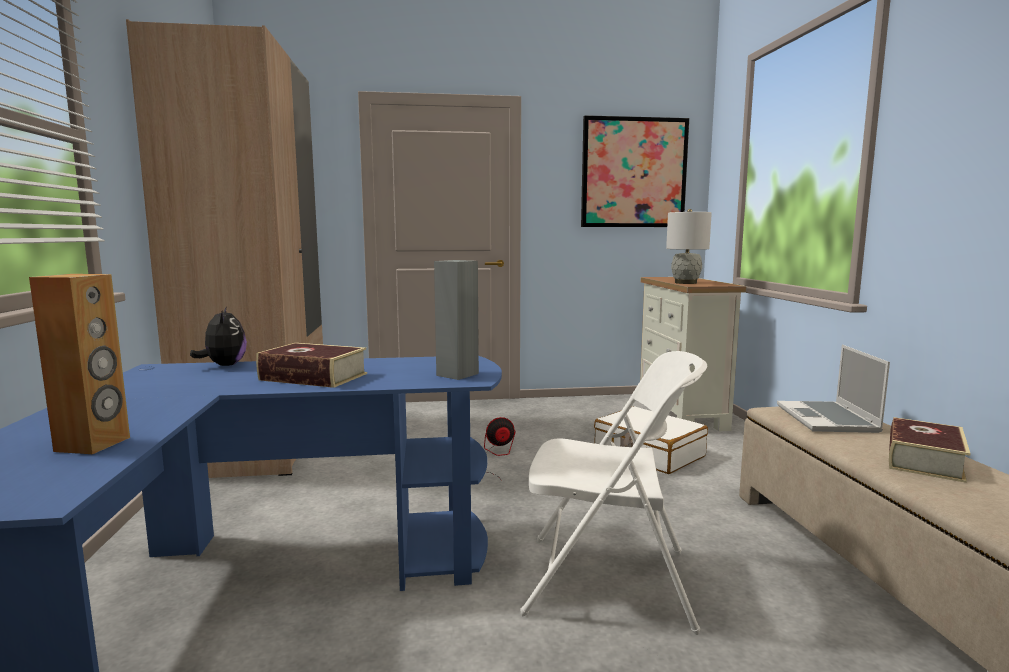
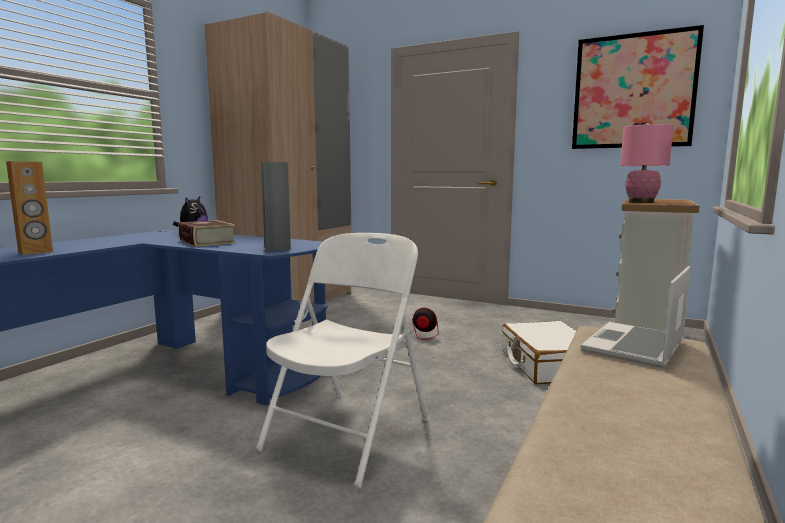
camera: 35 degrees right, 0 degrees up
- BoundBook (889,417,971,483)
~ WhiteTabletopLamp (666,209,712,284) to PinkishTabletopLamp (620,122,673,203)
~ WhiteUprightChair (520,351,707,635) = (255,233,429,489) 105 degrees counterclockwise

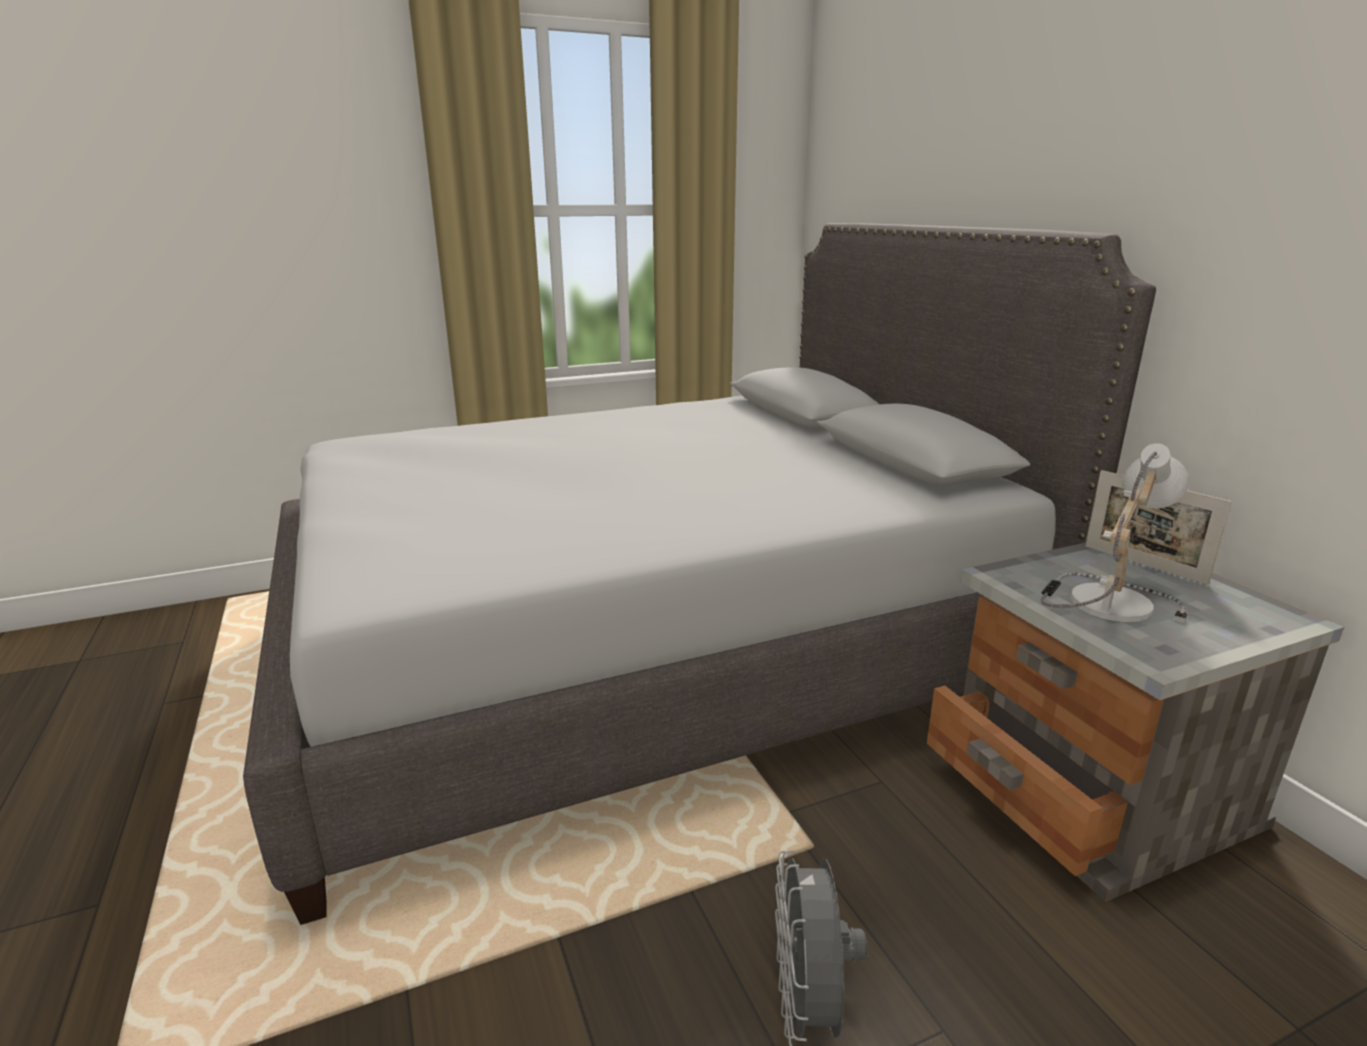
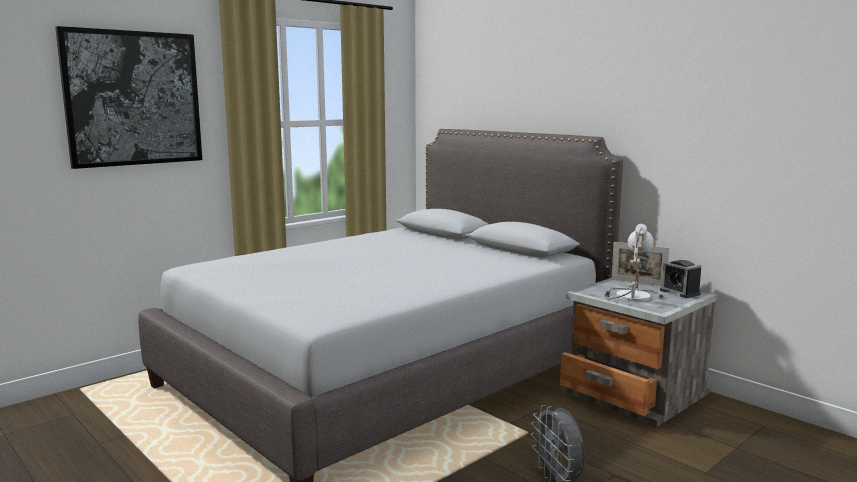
camera: 20 degrees left, 10 degrees down
+ WallPicture (55,26,202,169)
+ AlarmClock (660,260,701,298)

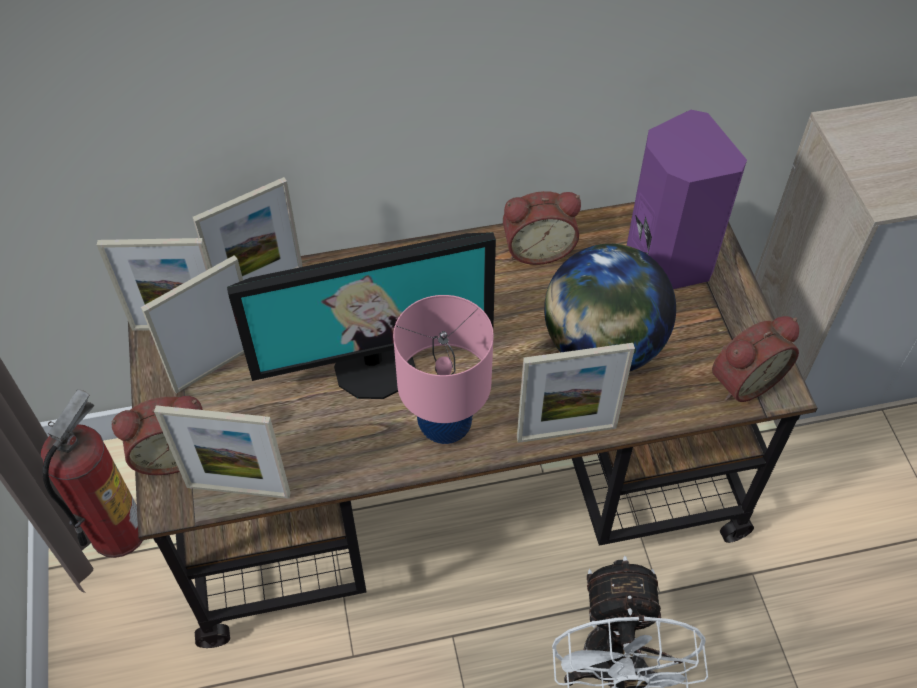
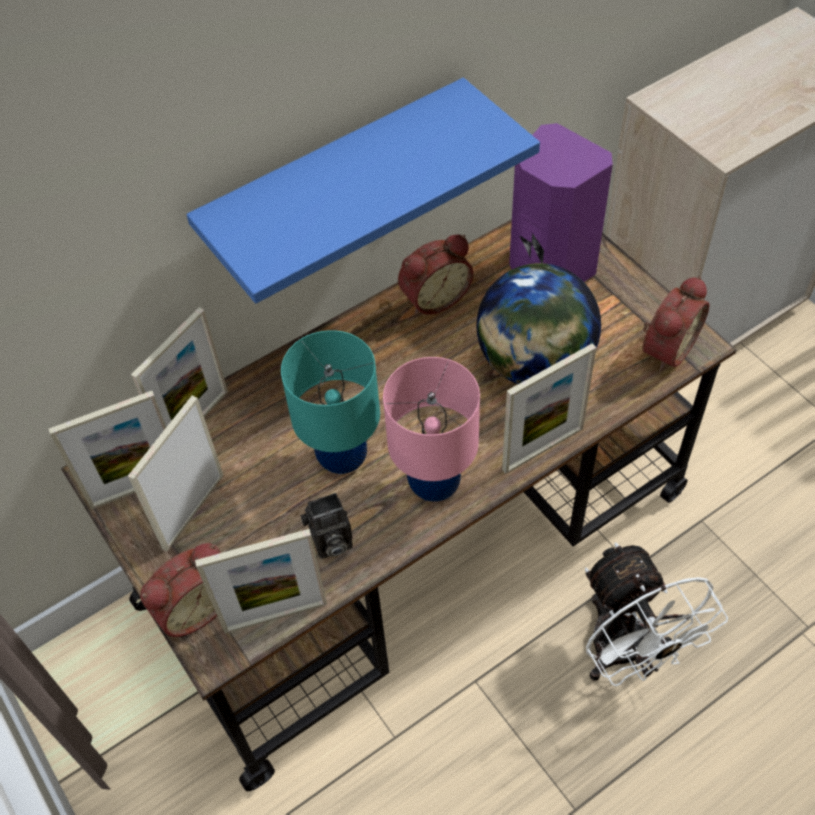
camera: 20 degrees left, 0 degrees up
- Extinguisher (41,390,143,558)
+ BluishWallShelf (186,78,540,304)
+ StillCamera (300,493,353,558)
~ ComputerScreen (227,232,496,399) to TurquoiseTabletopLamp (281,330,380,474)

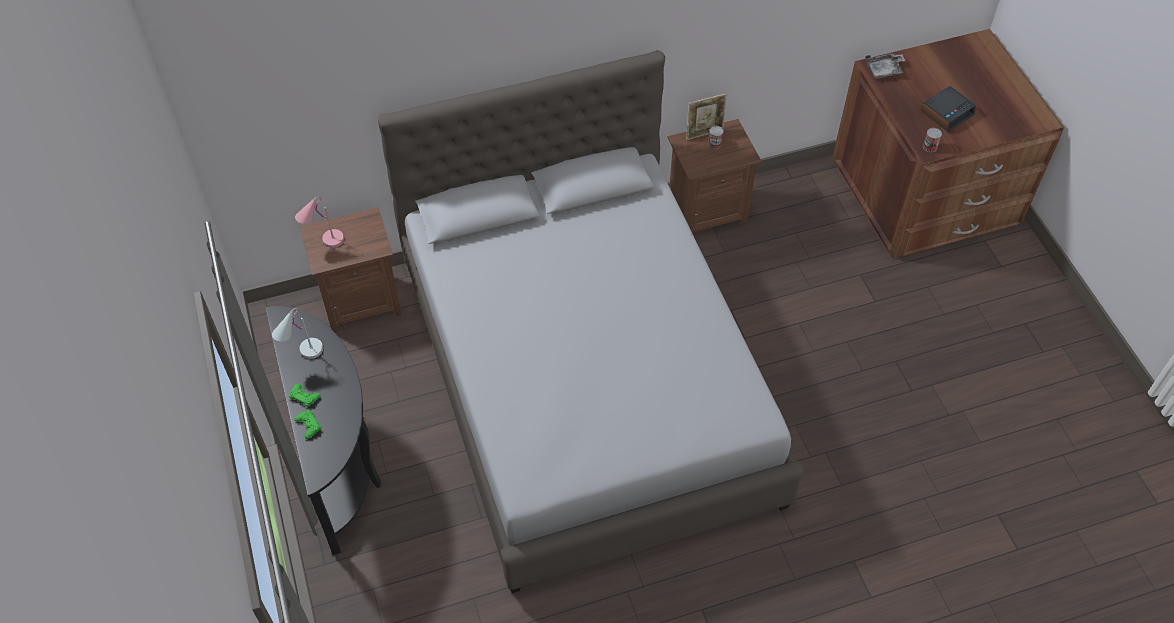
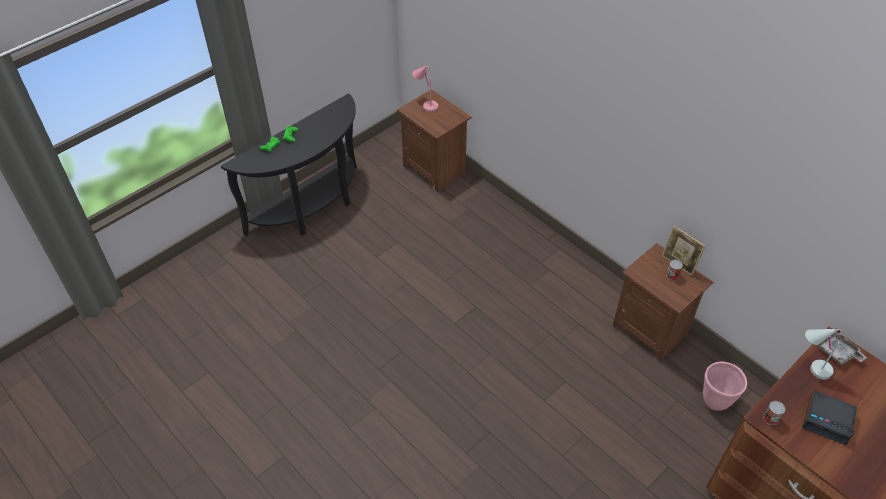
camera: 65 degrees right, 5 degrees down
- GreySleepingBed (378,50,803,593)
+ PinkishFlowerPot (703,362,747,411)
~ WhiteTabletopLamp (272,308,323,359) to (805,329,843,380)

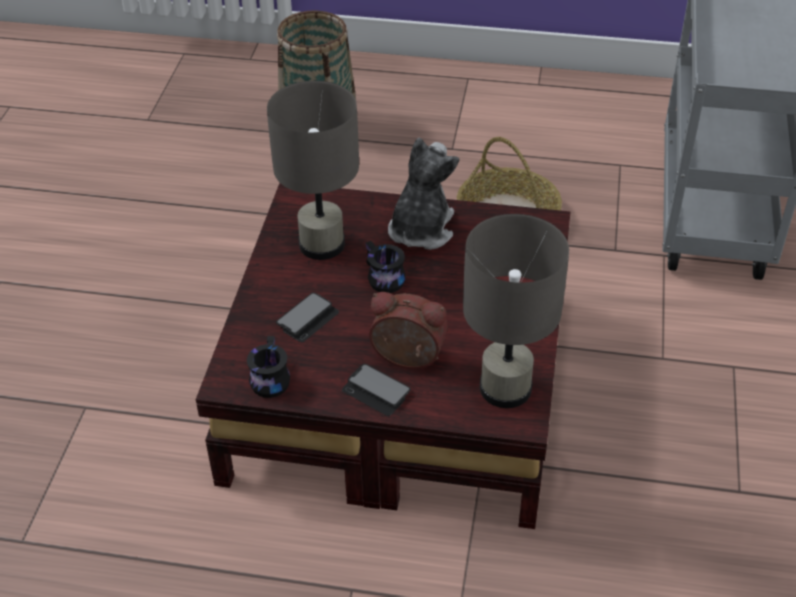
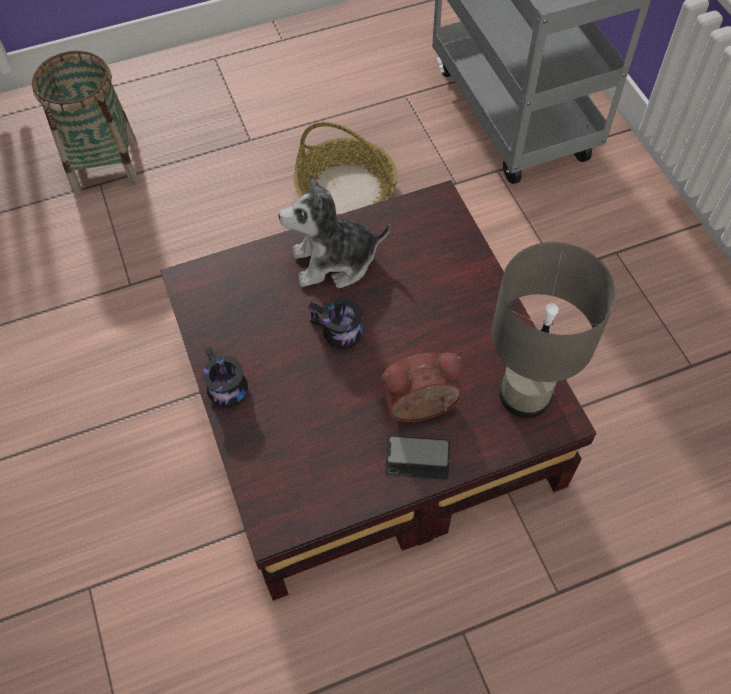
camera: 30 degrees left, 15 degrees up
- GreyTabletopLamp (267,81,359,260)
- Telephone (276,293,339,342)
~ BlackishTeaMug (247,336,290,398) to (202,347,248,408)
~ CuddlyToy (388,138,459,250) = (278,173,390,288) 90 degrees counterclockwise

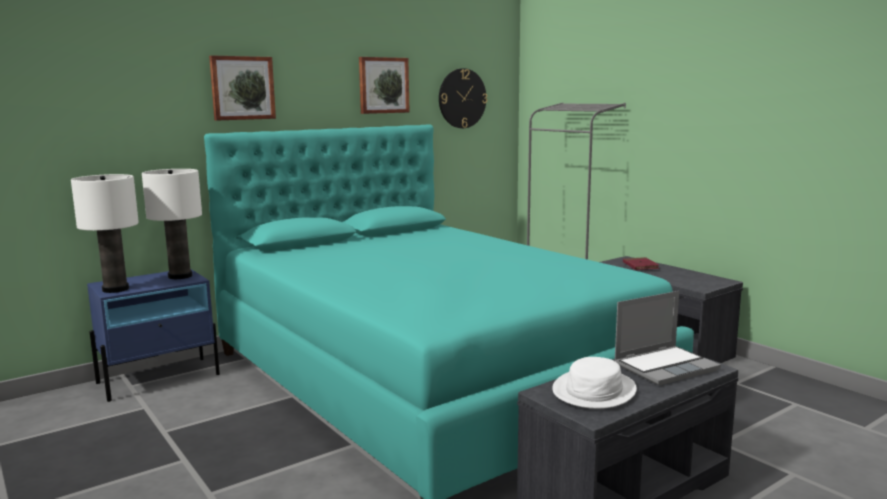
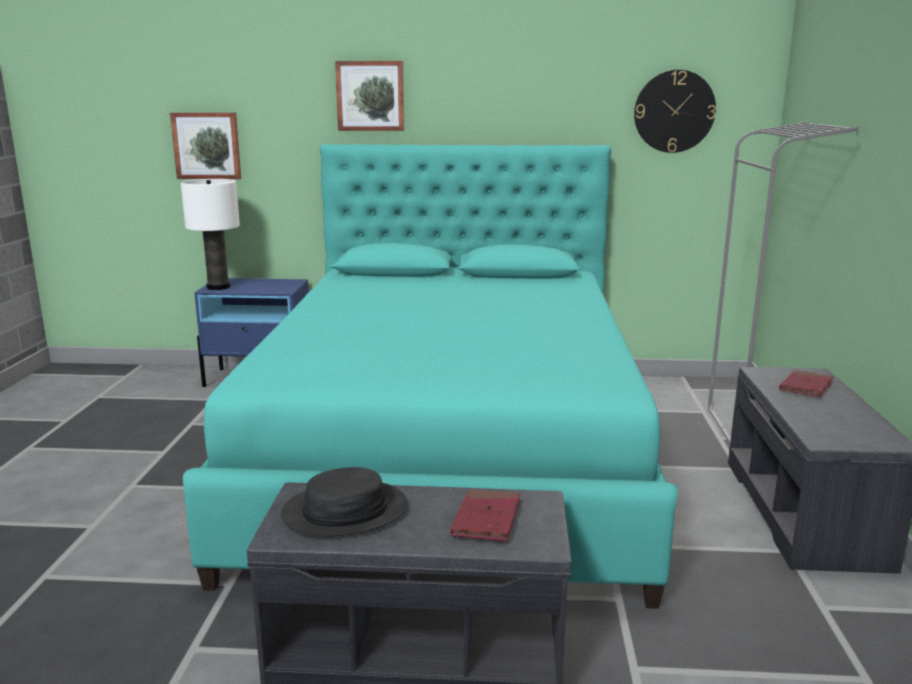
camera: 40 degrees right, 5 degrees up
- WhiteTabletopLamp (142,169,202,279)
~ WallPicture (359,57,410,114) to (170,112,241,179)
~ NotebookComputer (614,291,721,385) to ReddishBoundBook (450,489,521,541)
~ WhiteWearableHat (552,357,637,409) to BlackishWearableHat (281,467,408,536)

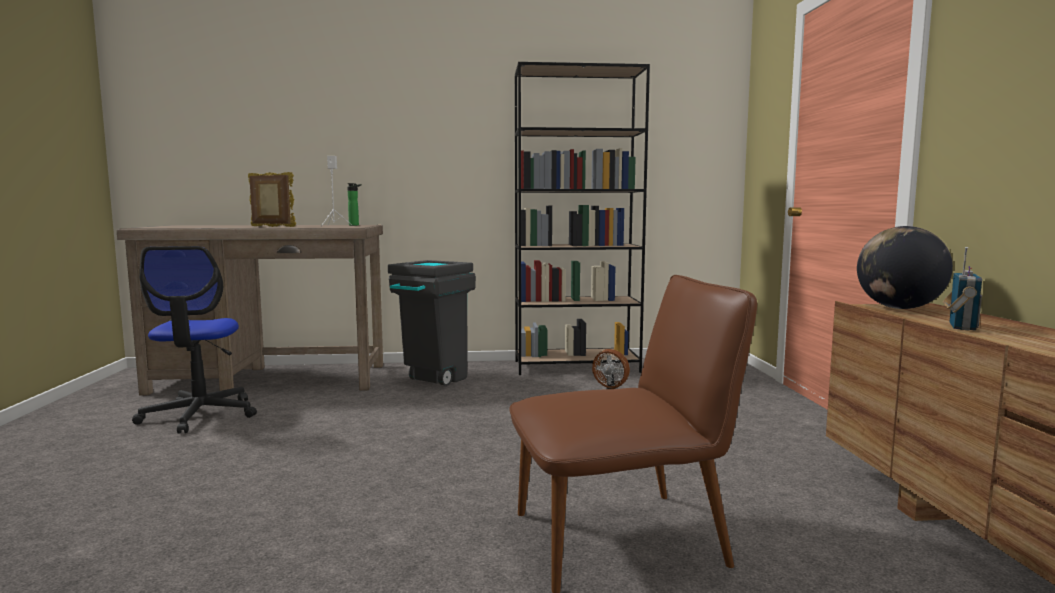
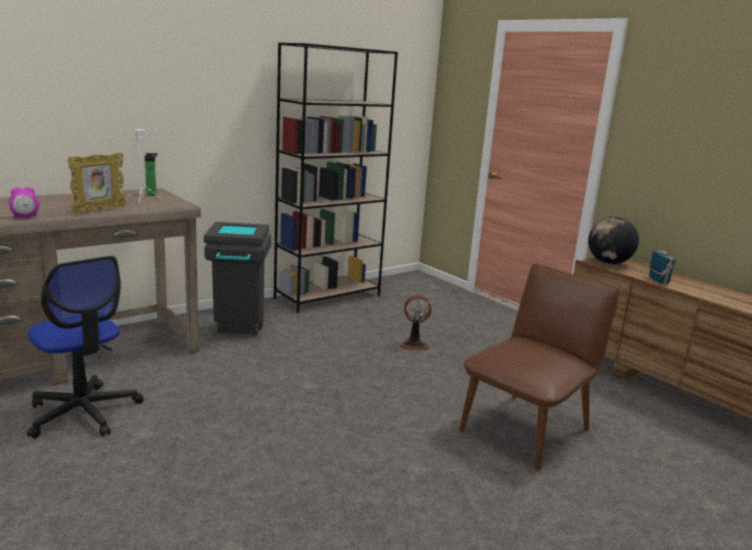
camera: 35 degrees left, 10 degrees up
+ AlarmClock (9,187,40,218)
~ StandingFrame (248,172,296,227) = (67,153,126,214) 135 degrees clockwise

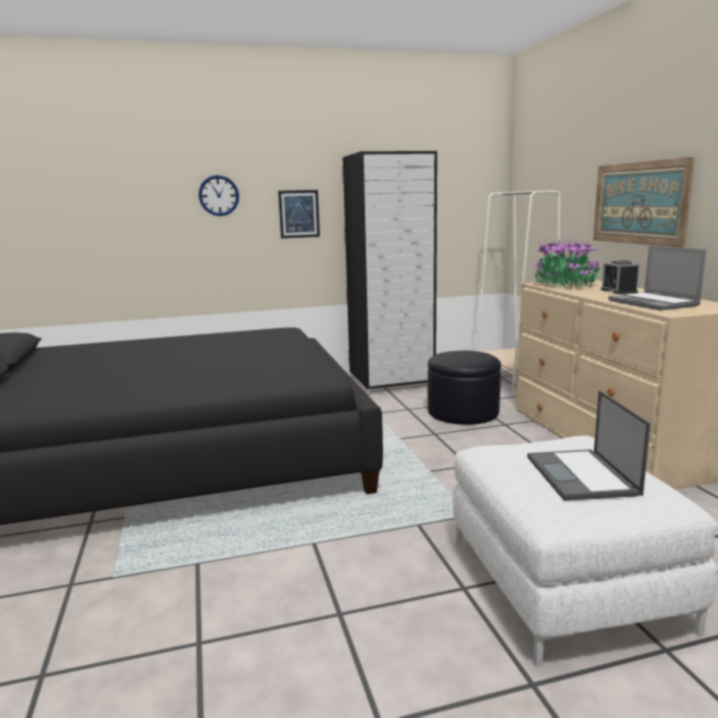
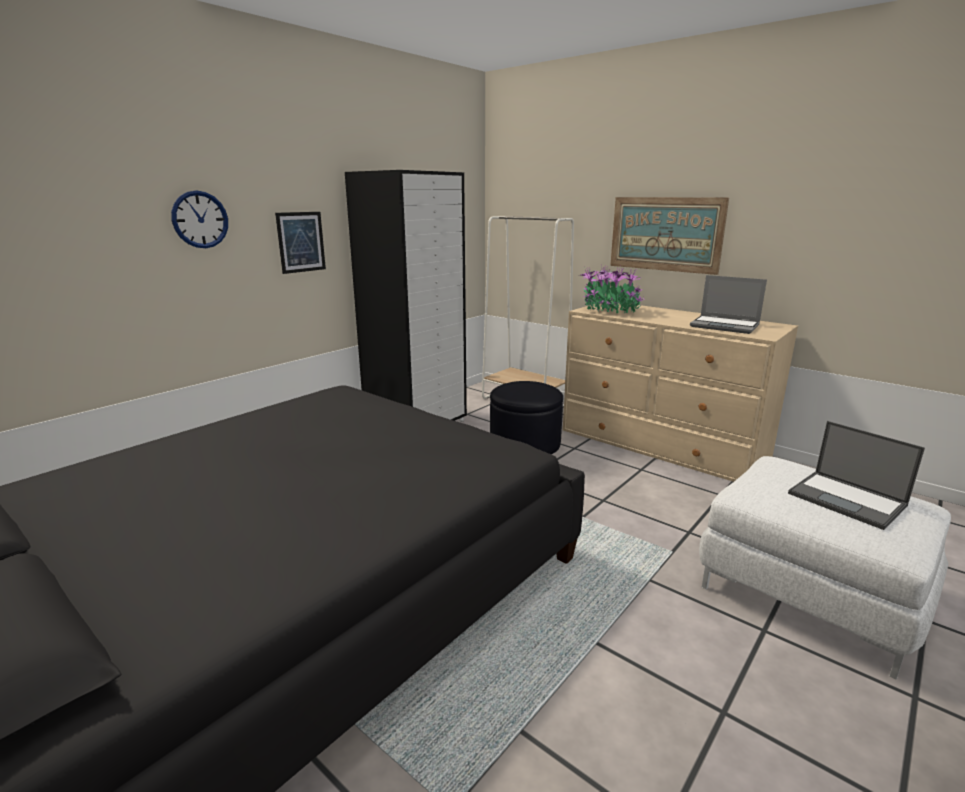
camera: 35 degrees left, 5 degrees up
- AlarmClock (601,260,639,294)

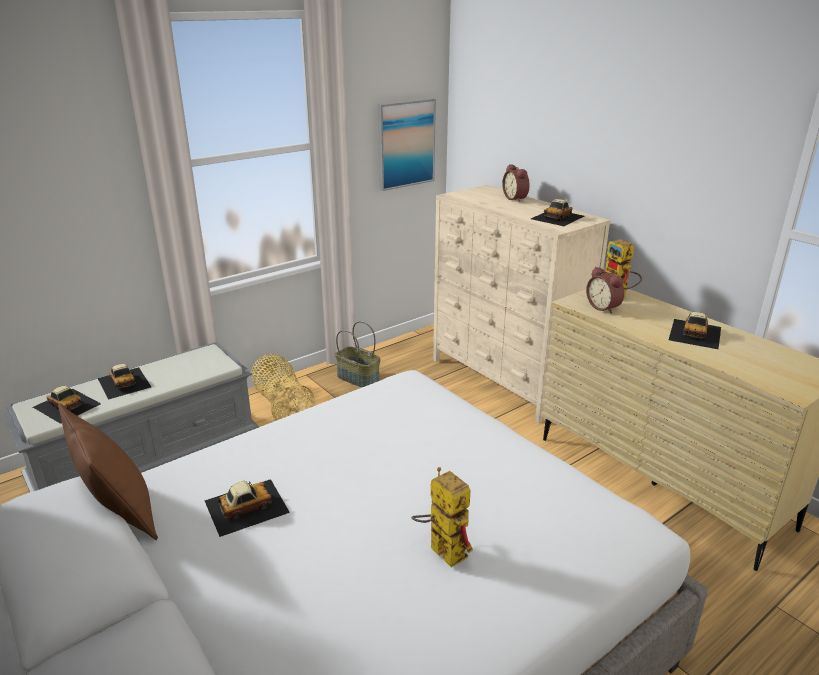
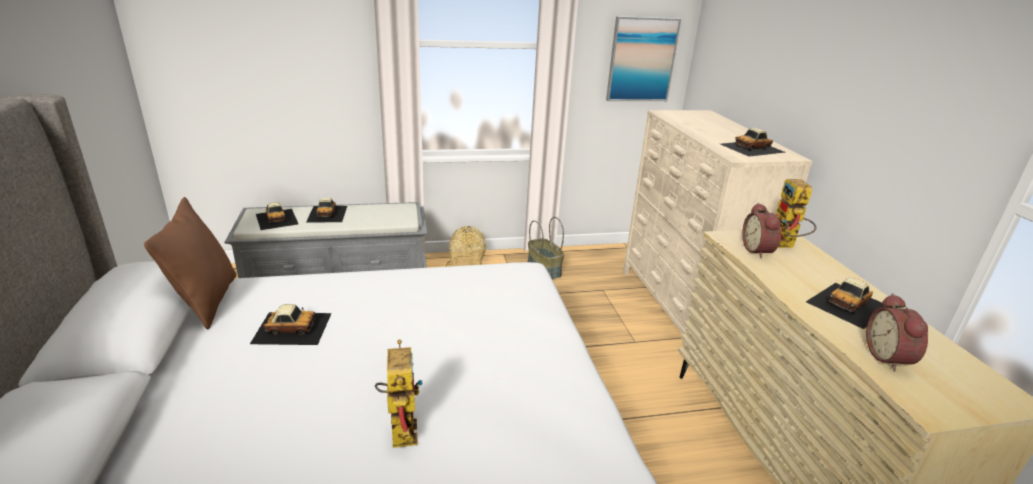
camera: 25 degrees right, 0 degrees up
~ AlarmClock (502,164,530,202) to (866,293,928,372)

